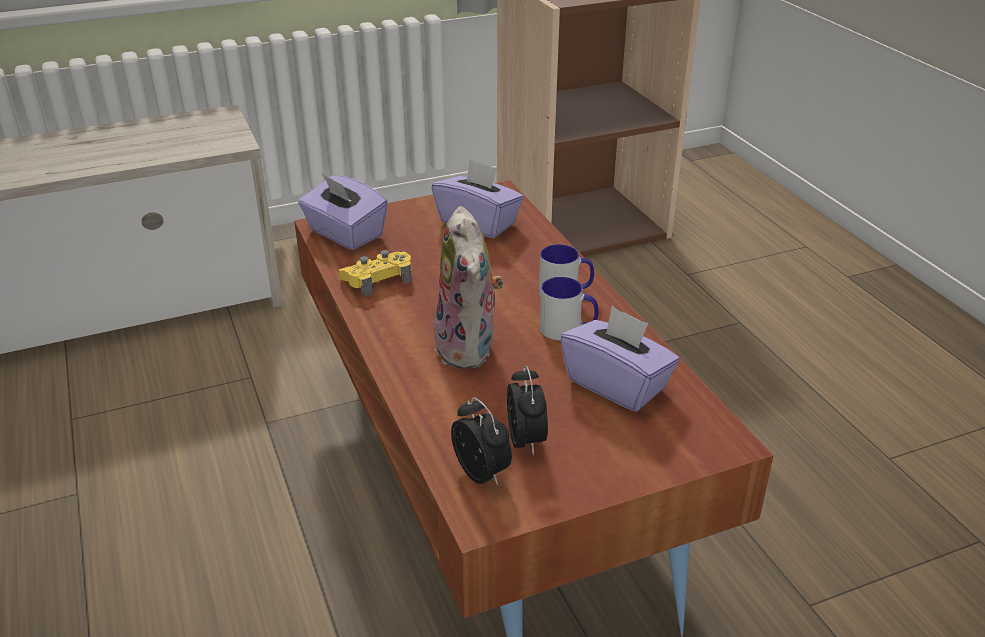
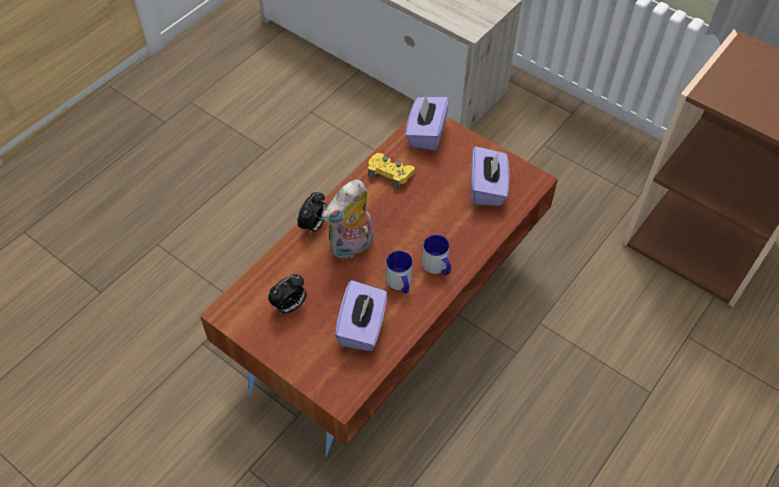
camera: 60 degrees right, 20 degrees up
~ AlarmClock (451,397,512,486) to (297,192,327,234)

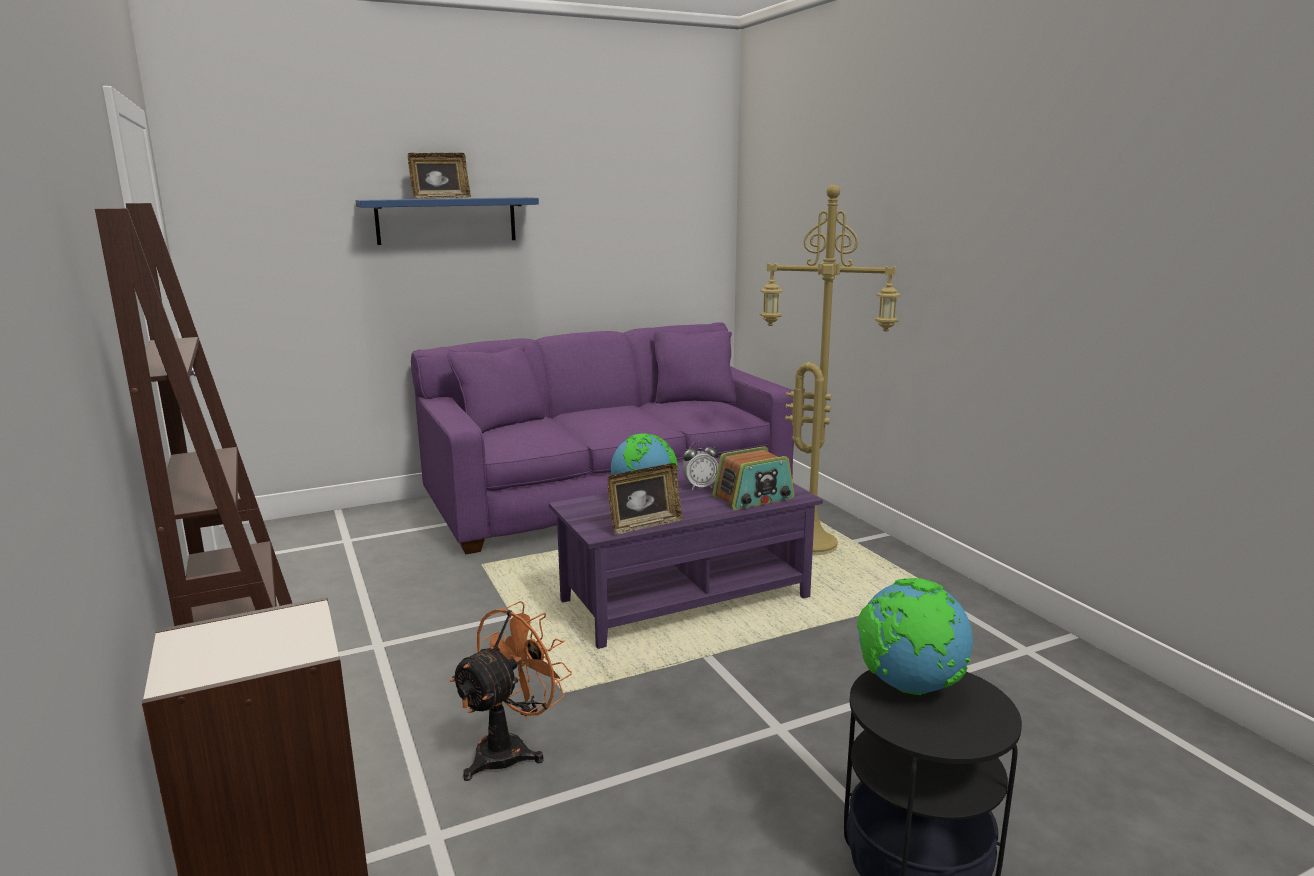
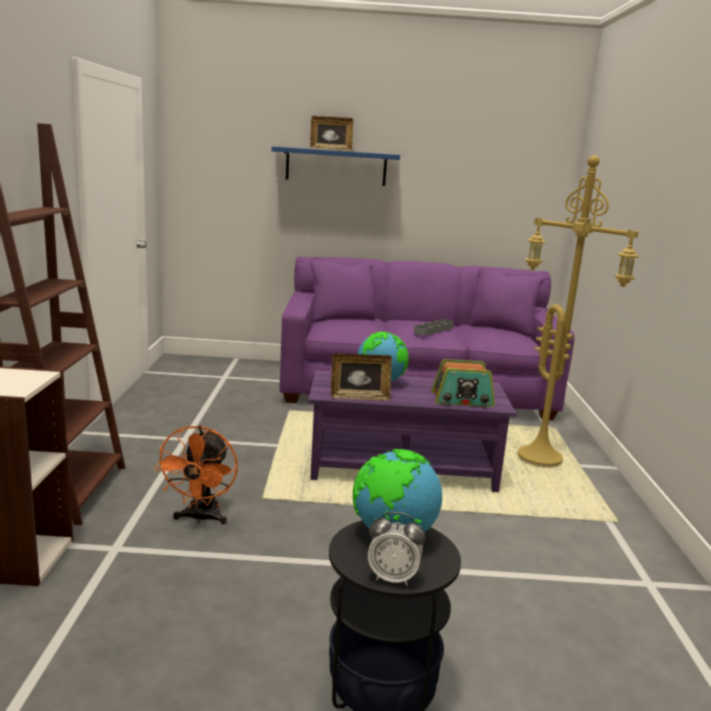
camera: 25 degrees right, 0 degrees up
+ GreyTray (414,319,454,336)
~ AlarmClock (682,441,719,490) to (368,512,425,586)
~ OrangeCoolingFan (449,601,572,781) = (154,425,238,525) 120 degrees clockwise

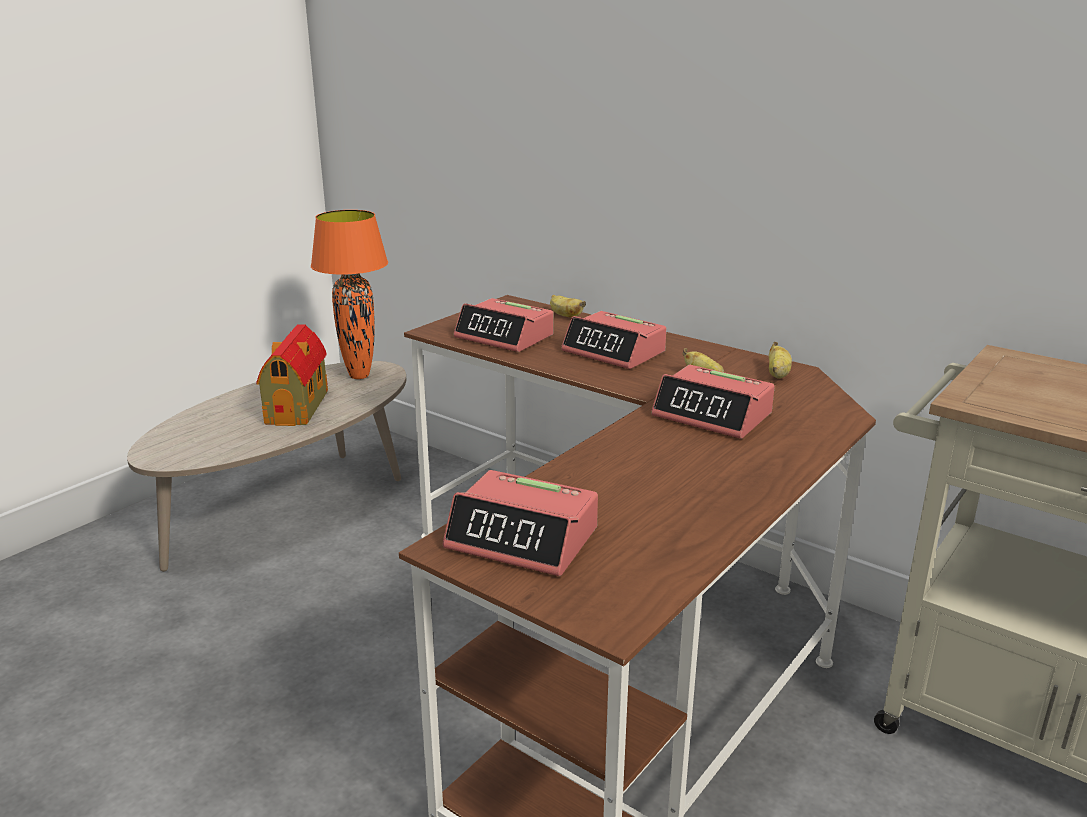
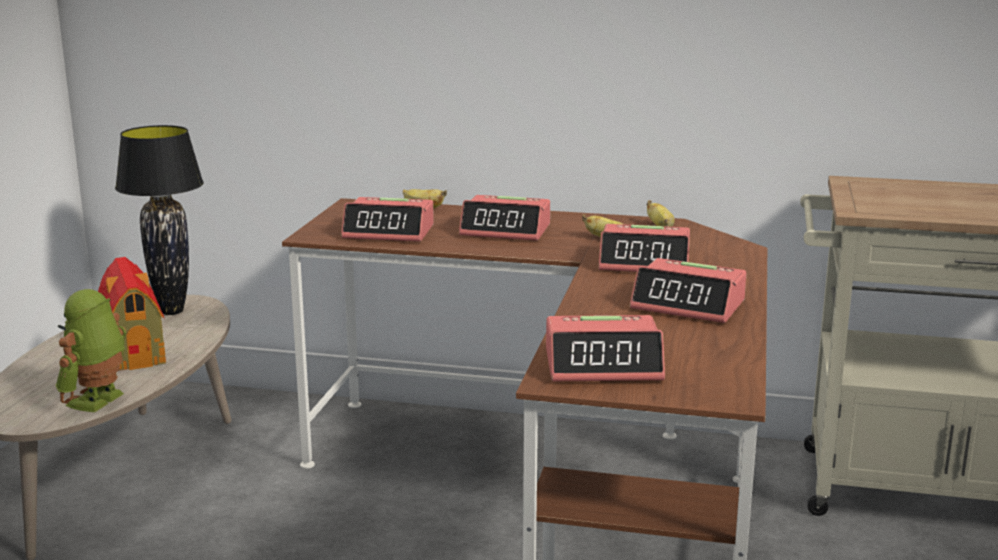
camera: 25 degrees left, 5 degrees down
+ ToyRobot (55,289,126,412)
+ AlarmClock (630,258,746,323)
~ OrangeTabletopLamp (311,210,388,379) to BlackishTabletopLamp (115,125,204,315)

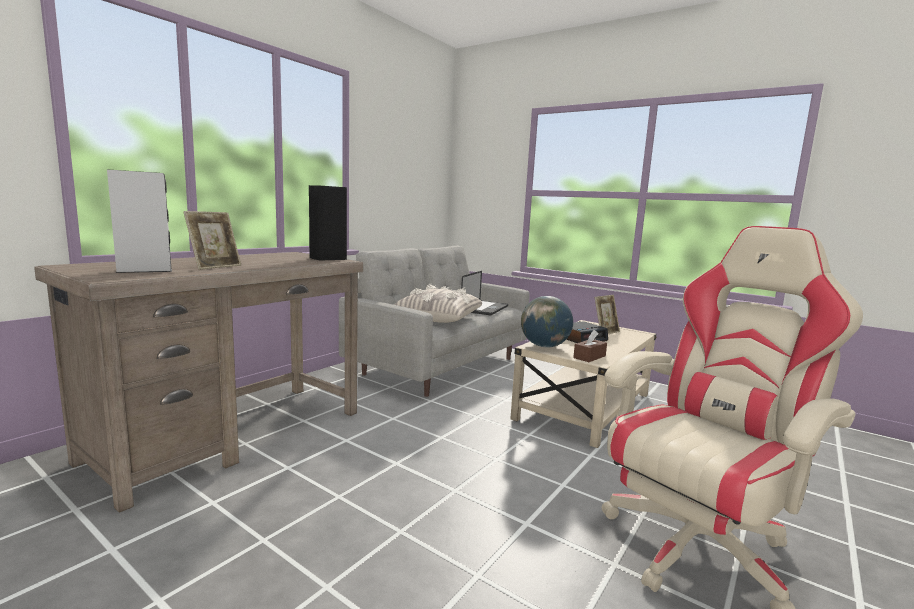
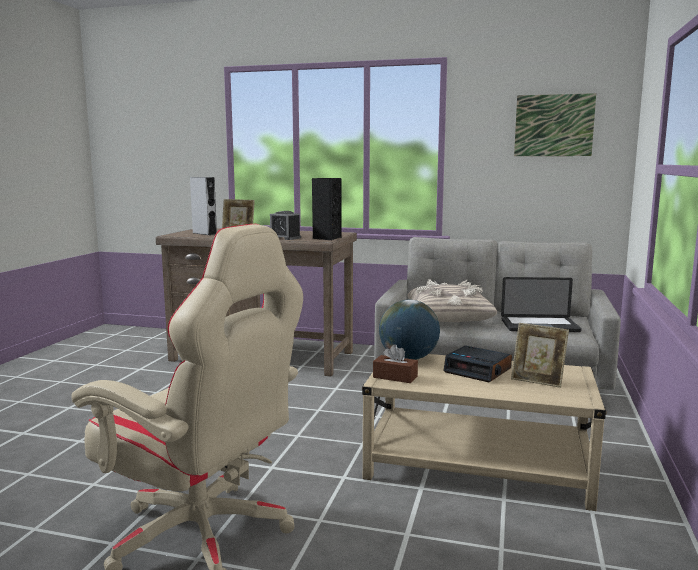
camera: 70 degrees right, 0 degrees up
+ AlarmClock (270,211,301,240)
+ WallPicture (514,93,596,156)

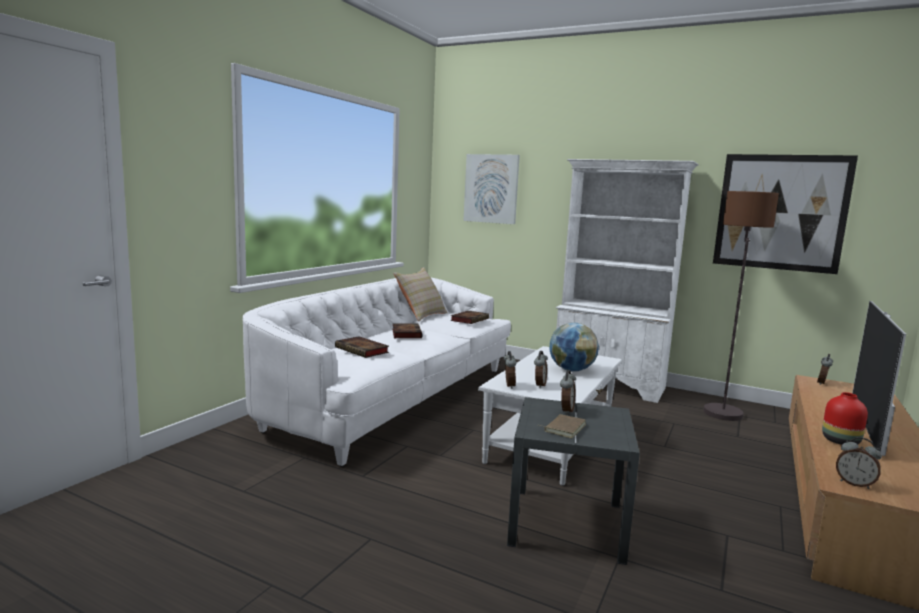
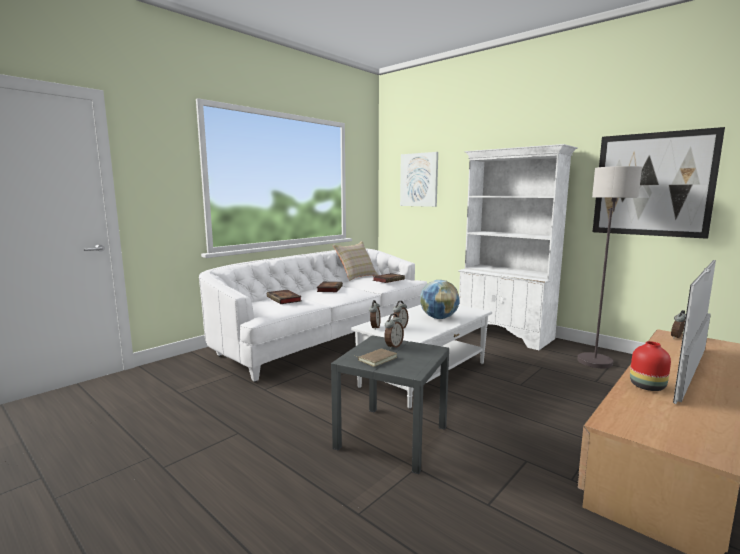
camera: 15 degrees right, 0 degrees up
- AlarmClock (836,437,882,489)
~ BrownColouredStandingLamp (703,191,779,421) to GreyStandingLamp (577,166,642,368)

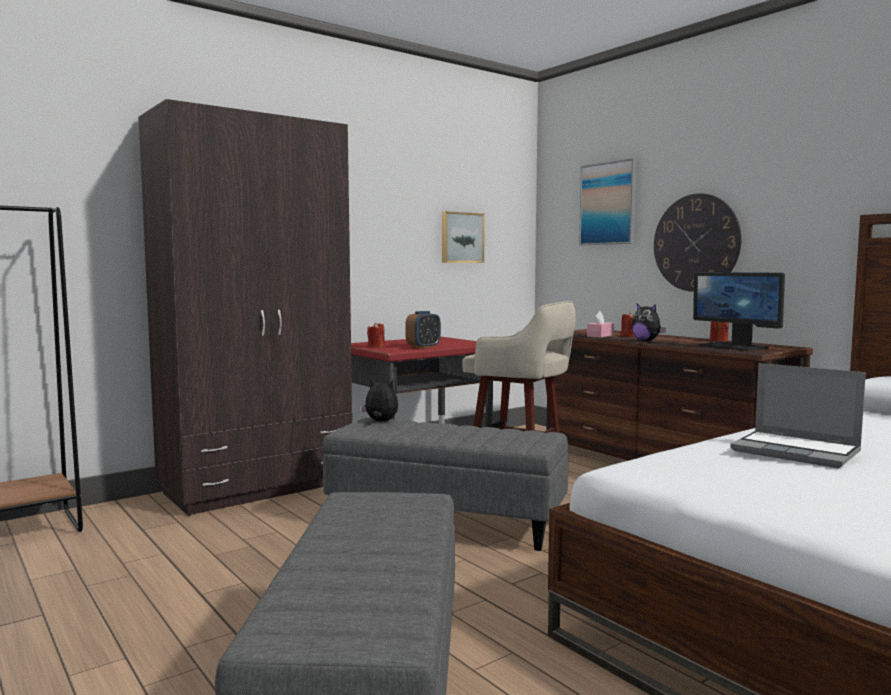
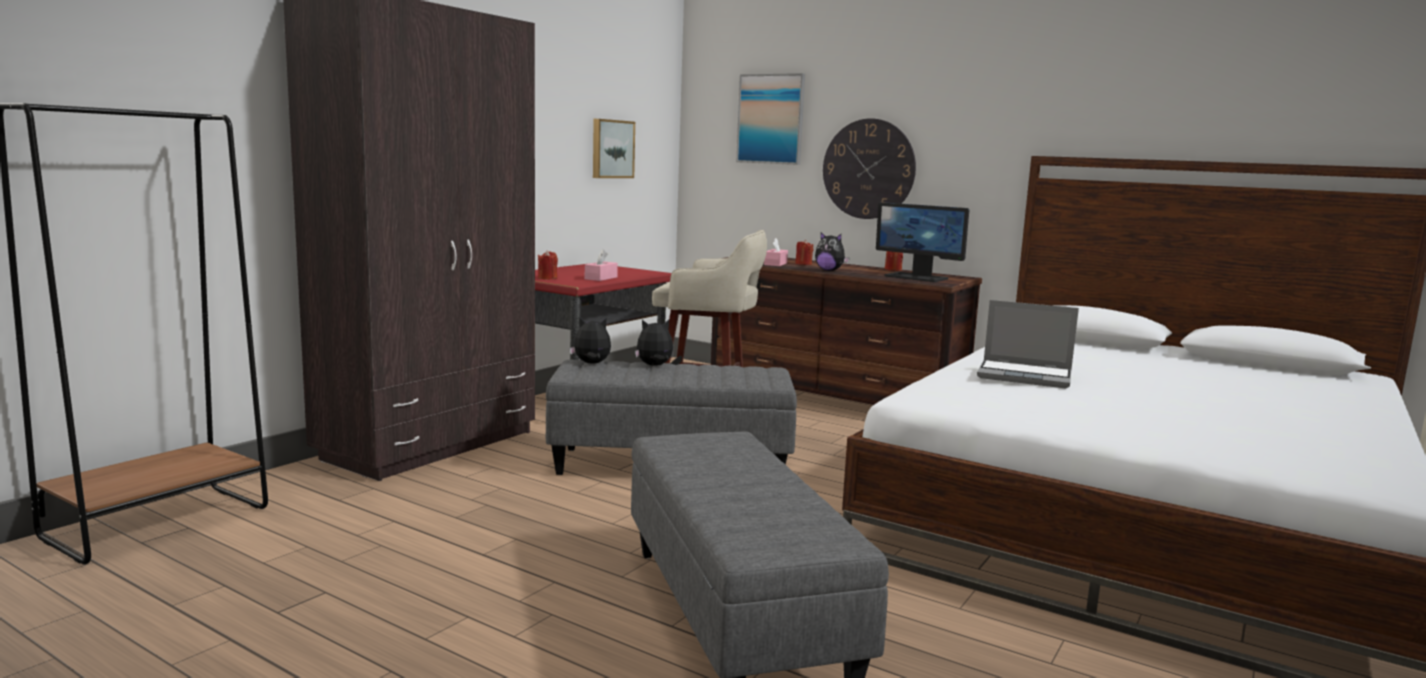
camera: 20 degrees left, 5 degrees up
+ CuddlyToy (635,320,673,366)
~ AlarmClock (405,311,441,349) to PinkishBoxOfTissues (585,250,618,281)

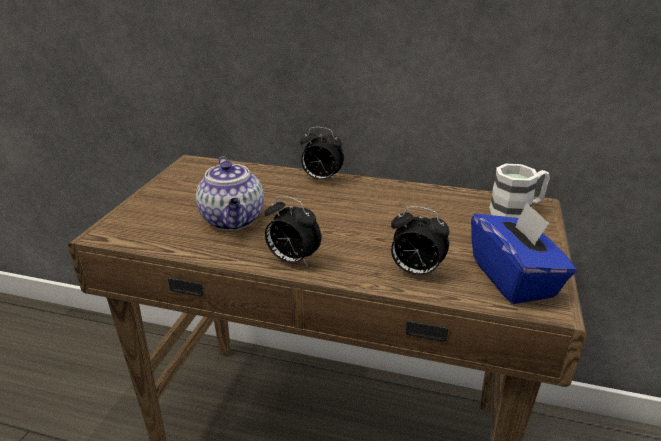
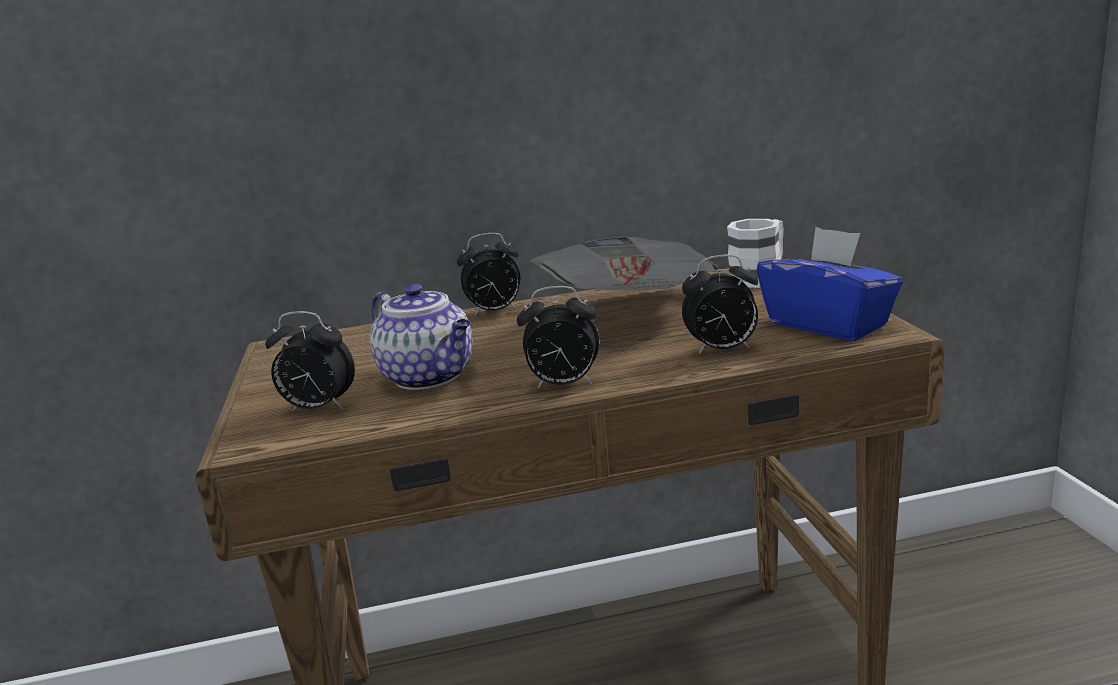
camera: 25 degrees left, 10 degrees down
+ AlarmClock (265,311,355,410)
+ PrintedPaper (530,237,717,290)

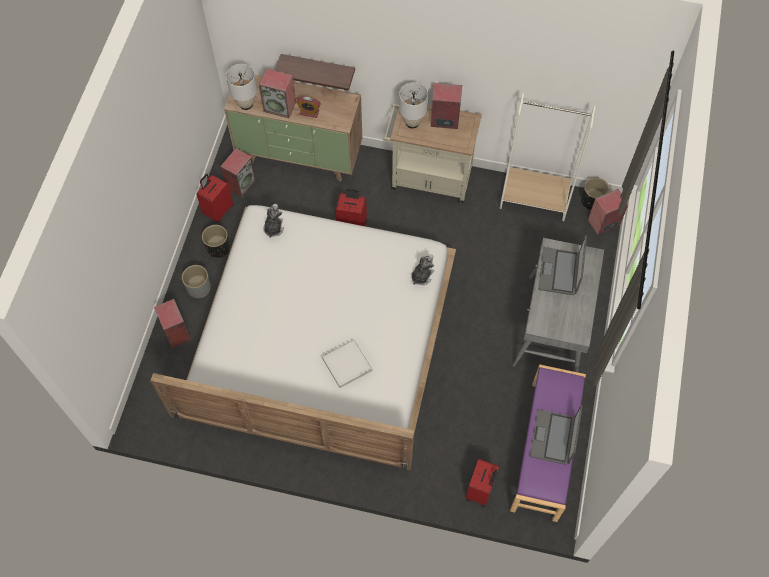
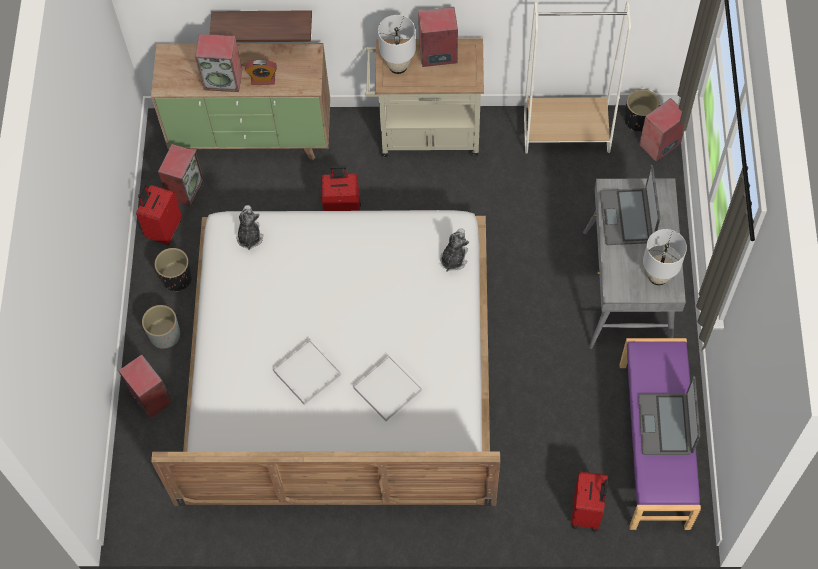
camera: 10 degrees left, 0 degrees up
+ WhiteTray (273,340,341,405)
~ WhiteTabletopLamp (226,64,257,110) to (643,229,687,285)

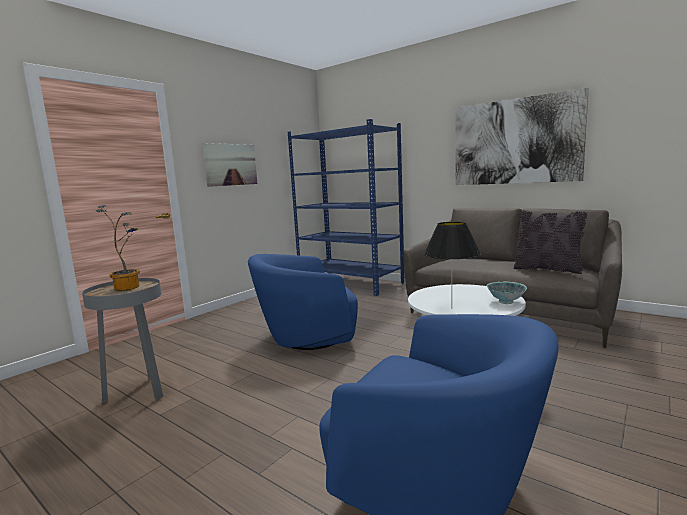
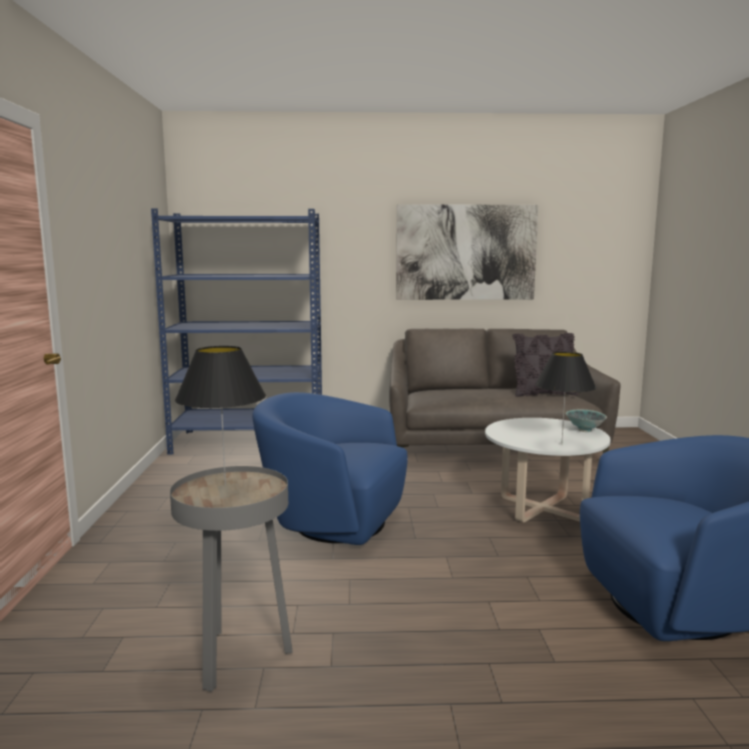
camera: 40 degrees left, 0 degrees up
- WallPicture (202,143,257,187)
~ Houseplant (96,205,140,291) to BlackishTabletopLamp (175,346,266,485)
~ BluishArmchair (248,254,358,350) = (252,392,408,545) 75 degrees clockwise

